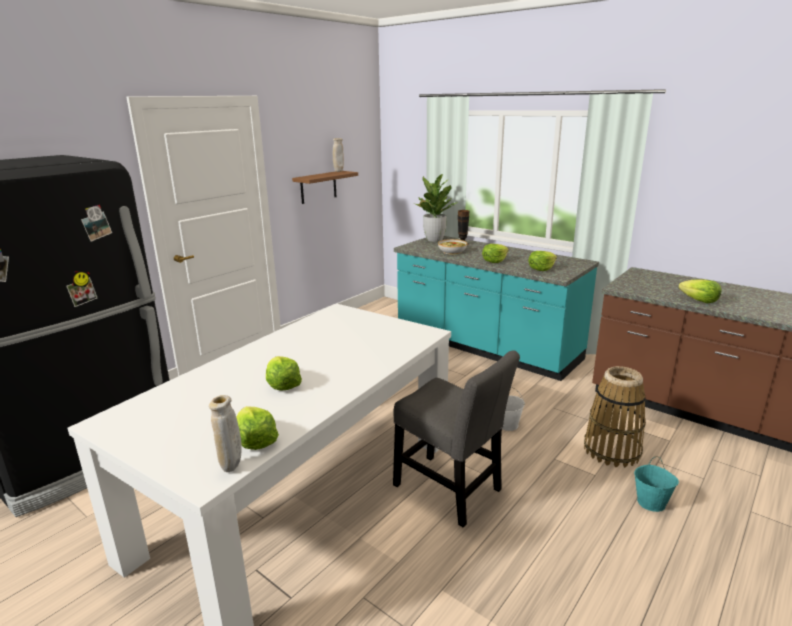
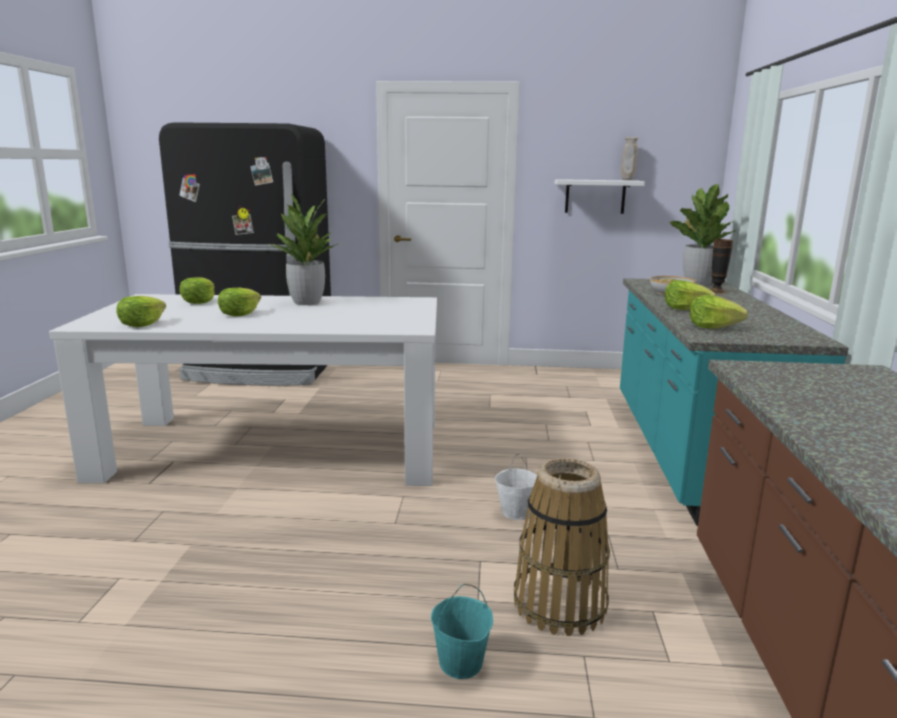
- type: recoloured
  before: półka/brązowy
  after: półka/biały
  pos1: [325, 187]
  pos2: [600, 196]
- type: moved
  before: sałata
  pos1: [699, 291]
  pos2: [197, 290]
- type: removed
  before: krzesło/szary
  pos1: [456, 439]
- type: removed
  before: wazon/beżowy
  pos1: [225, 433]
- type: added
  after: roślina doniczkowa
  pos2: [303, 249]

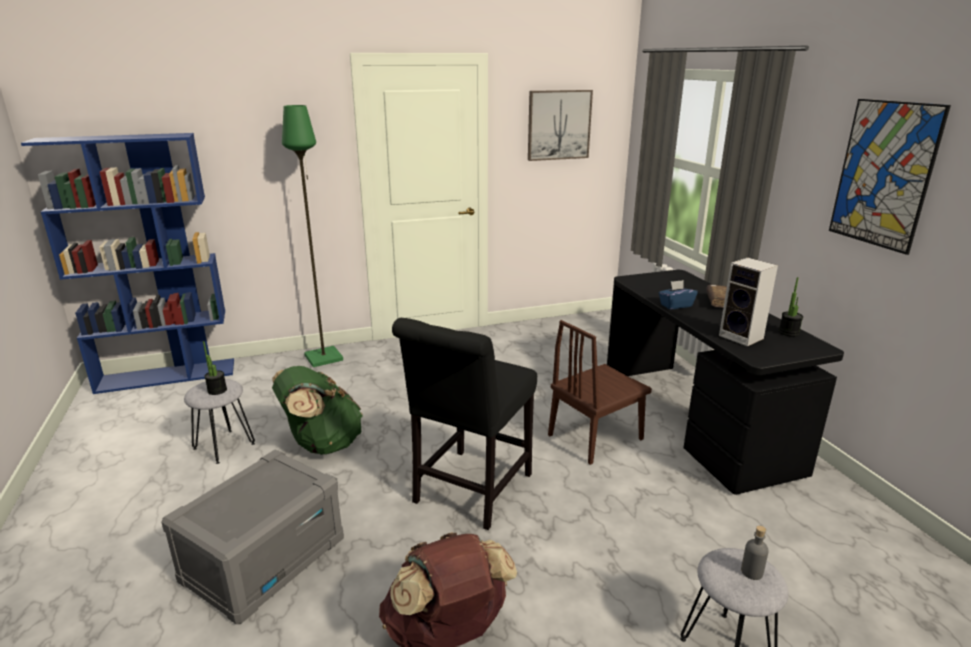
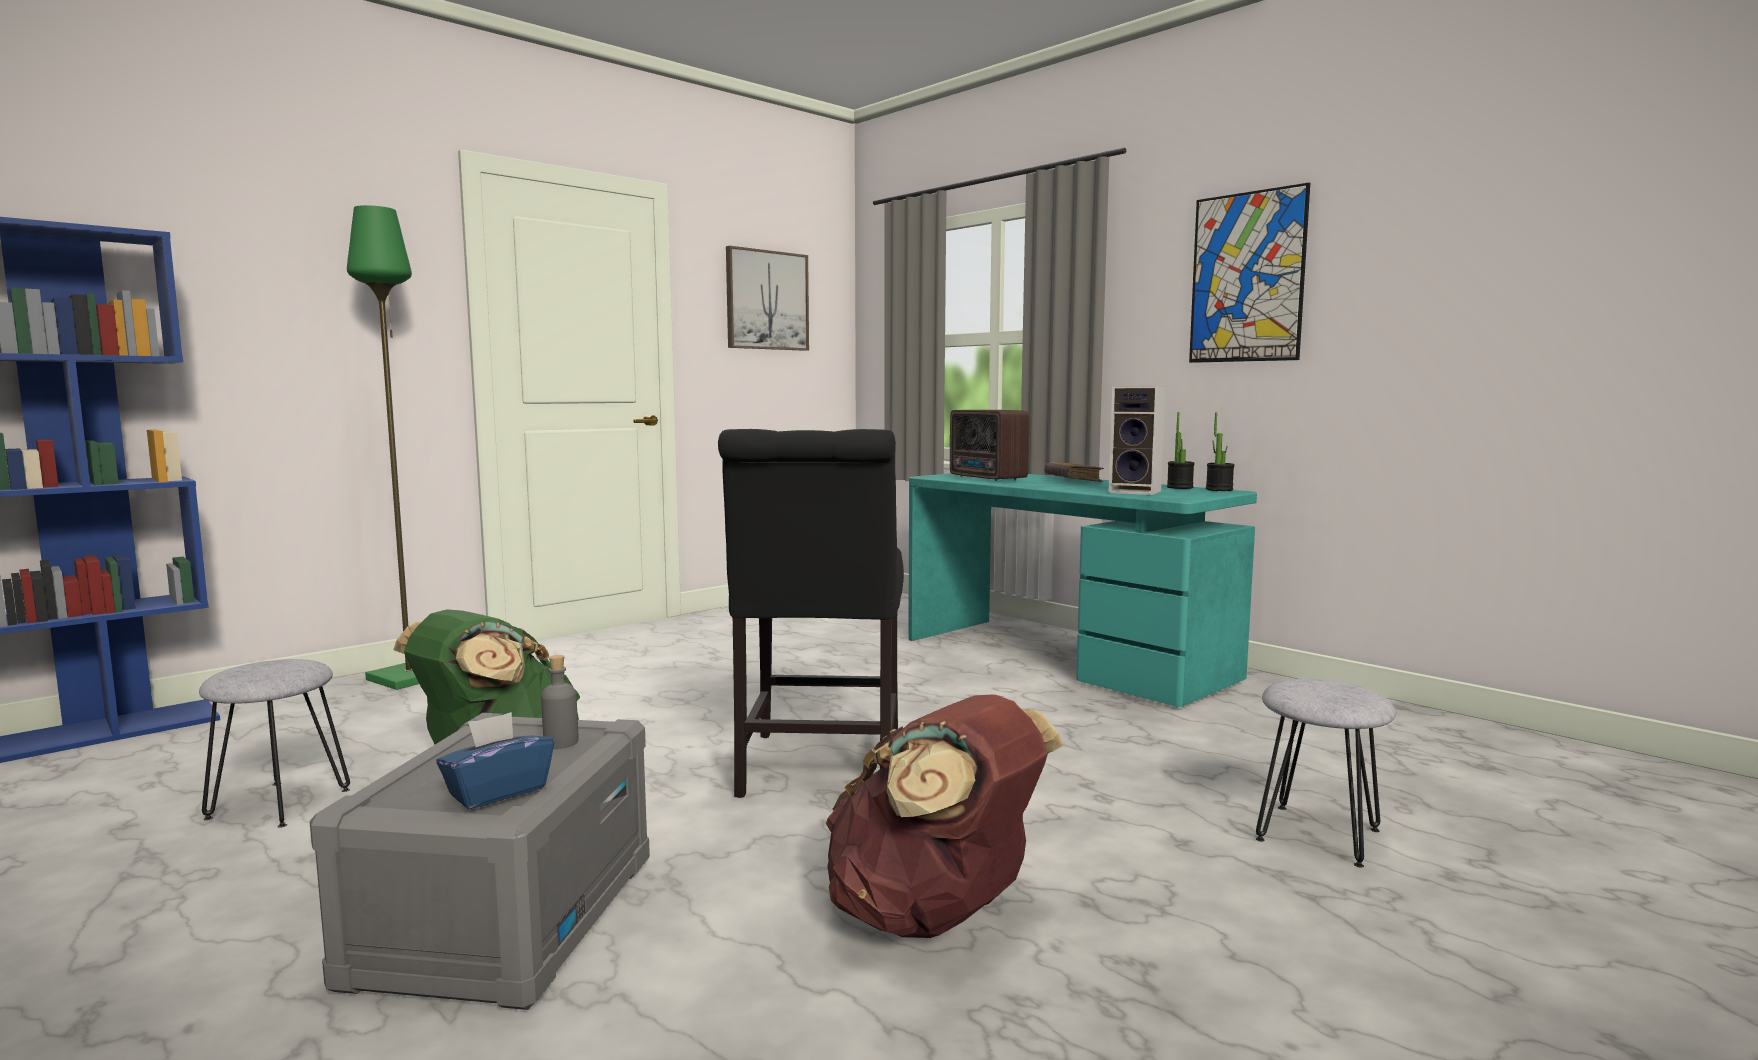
- type: recoloured
  before: biurko/czarny
  after: biurko/turkusowy
  pos1: [725, 382]
  pos2: [1082, 590]
- type: moved
  before: pudełko chusteczek/niebieski
  pos1: [678, 295]
  pos2: [495, 760]
- type: removed
  before: krzesło/brązowy
  pos1: [600, 392]
- type: moved
  before: roślina doniczkowa
  pos1: [215, 368]
  pos2: [1220, 452]
- type: moved
  before: butelka/szary
  pos1: [755, 553]
  pos2: [559, 702]
- type: added
  after: radio
  pos2: [990, 445]

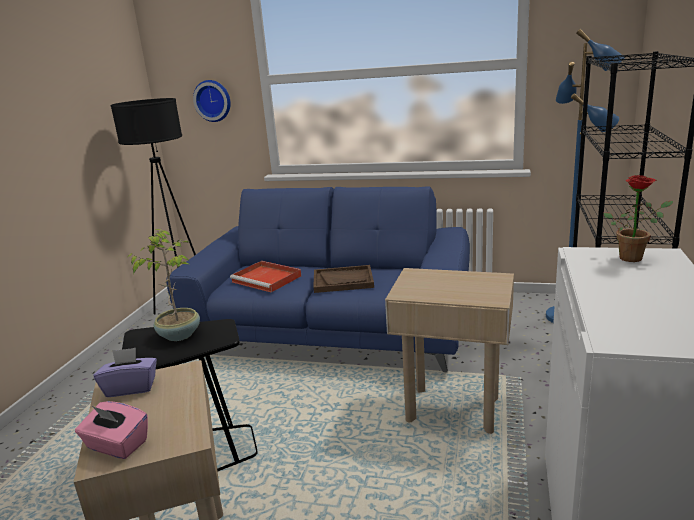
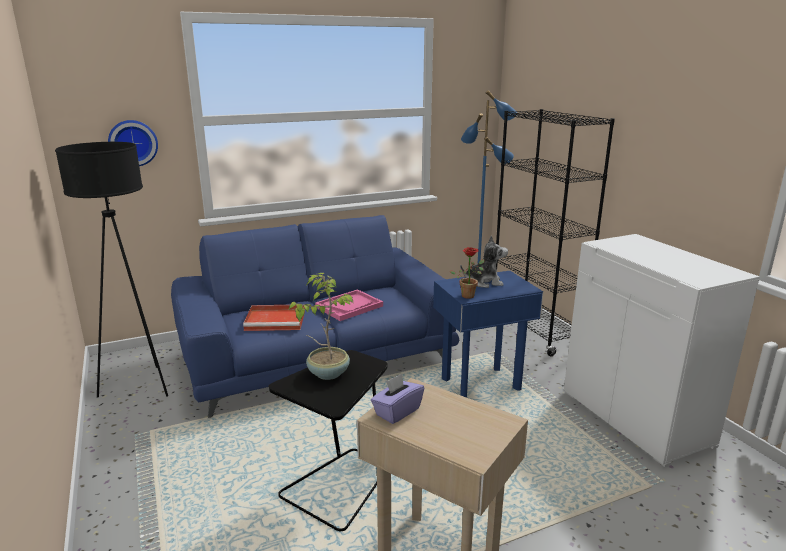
- type: moved
  before: roślina doniczkowa
  pos1: [638, 218]
  pos2: [467, 273]
- type: recoloured
  before: taca/brązowy
  after: taca/różowy
  pos1: [343, 279]
  pos2: [349, 305]
- type: recoloured
  before: stolik/beżowy
  after: stolik/niebieski
  pos1: [449, 351]
  pos2: [488, 334]
- type: removed
  before: pudełko chusteczek/różowy
  pos1: [111, 430]
- type: added
  after: pluszak
  pos2: [484, 261]

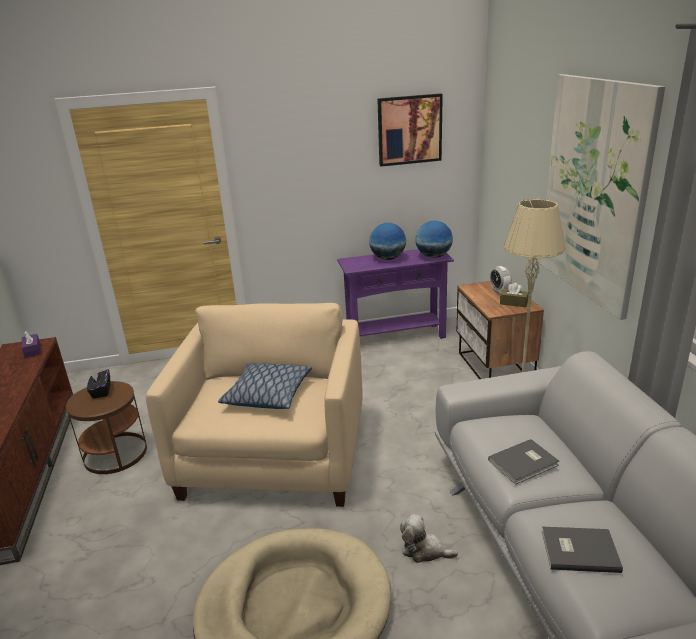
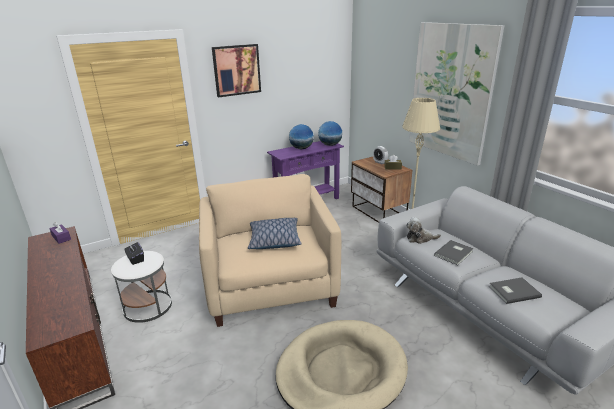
- type: moved
  before: obraz
  pos1: [410, 130]
  pos2: [236, 71]
- type: recoloured
  before: stolik/brązowy
  after: stolik/biały
  pos1: [106, 427]
  pos2: [141, 287]
- type: moved
  before: pluszak
  pos1: [429, 538]
  pos2: [423, 230]

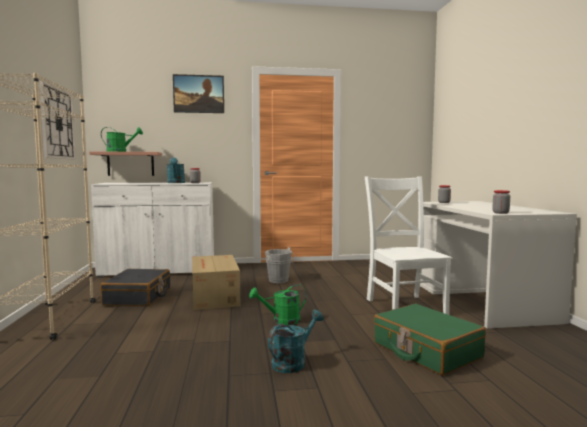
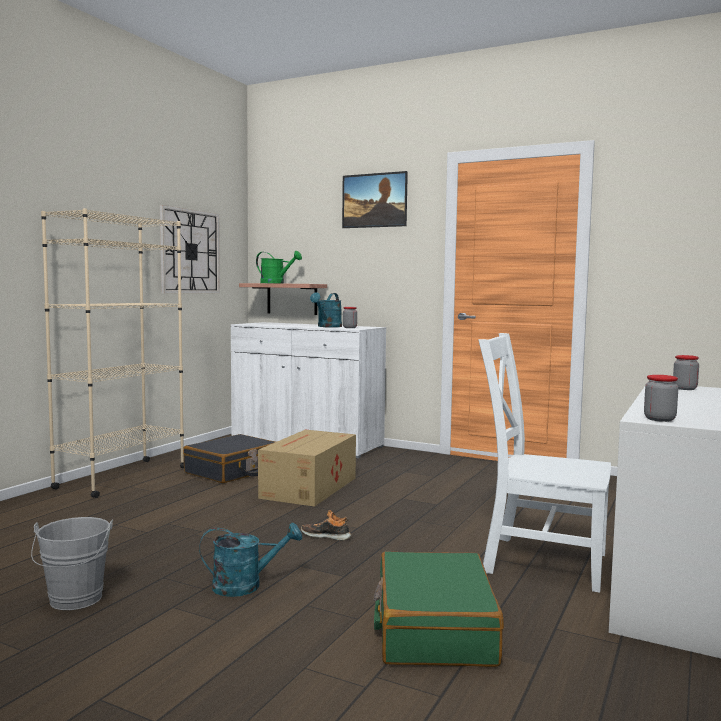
- type: turned
  before: krzesło/biały
  pos1: [409, 245]
  pos2: [544, 463]
  turn: -90
- type: moved
  before: wiadro/szary
  pos1: [280, 265]
  pos2: [72, 563]
- type: replaced
  before: konewka/zielony
  after: but
  pos1: [278, 304]
  pos2: [326, 525]

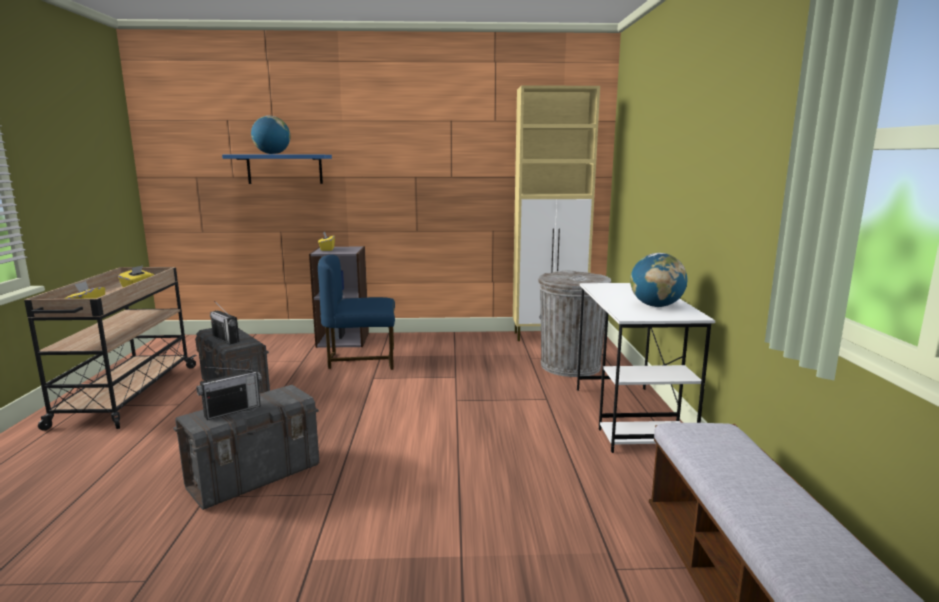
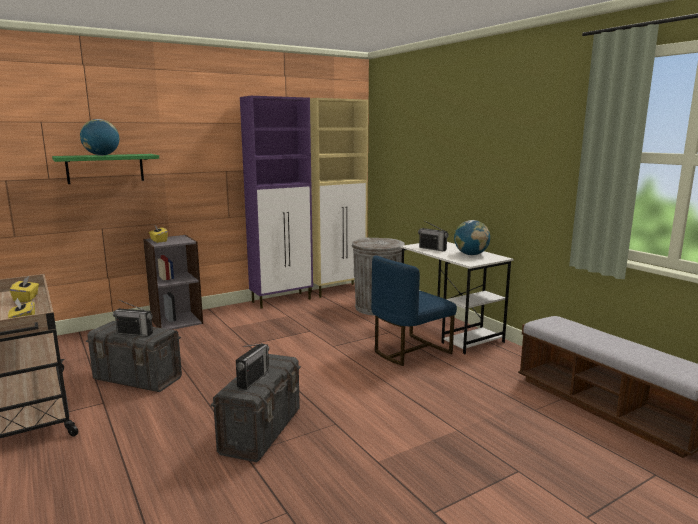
- type: recoloured
  before: półka/niebieski
  after: półka/zielony
  pos1: [277, 169]
  pos2: [105, 169]
- type: moved
  before: krzesło/niebieski
  pos1: [356, 312]
  pos2: [414, 310]
- type: added
  after: szafka/fioletowy
  pos2: [276, 202]
- type: added
  after: radio
  pos2: [433, 236]

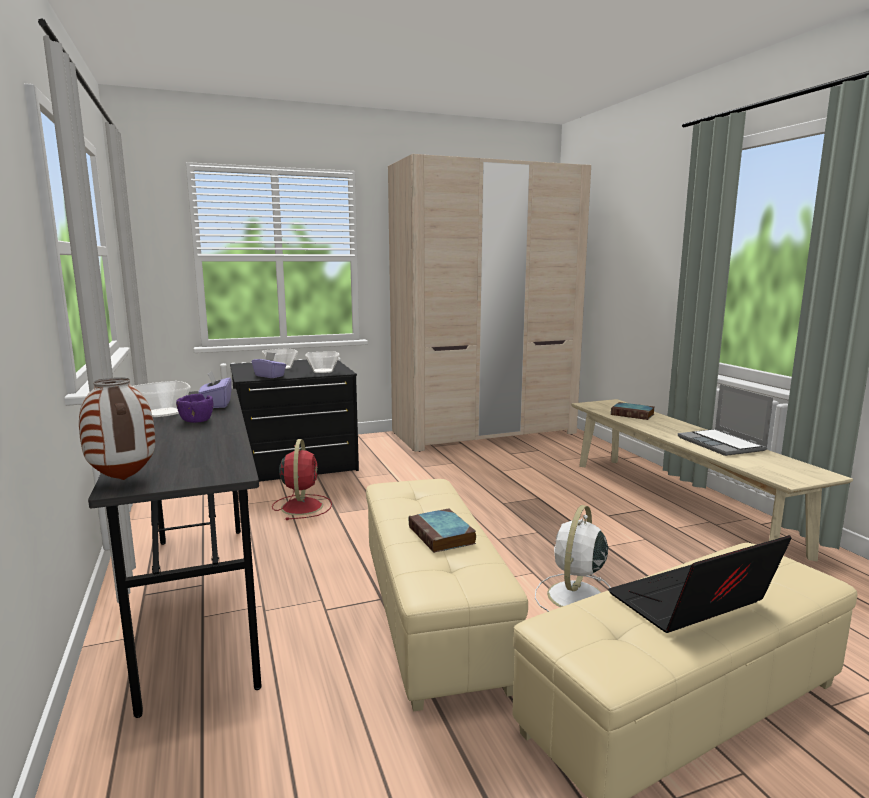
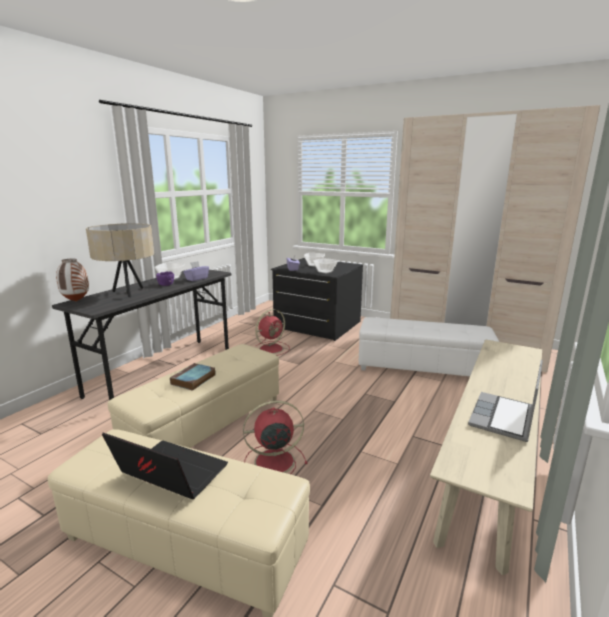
- type: removed
  before: książka
  pos1: [632, 411]
- type: recoloured
  before: wentylator/biały
  after: wentylator/czerwony
  pos1: [573, 558]
  pos2: [275, 437]
- type: added
  after: lampa stołowa/beżowy
  pos2: [120, 260]
- type: added
  after: pufa/biały
  pos2: [429, 347]

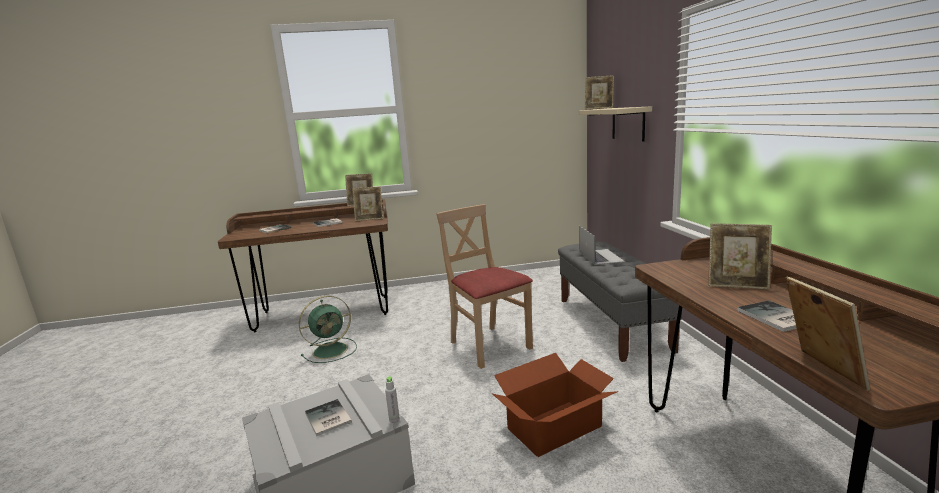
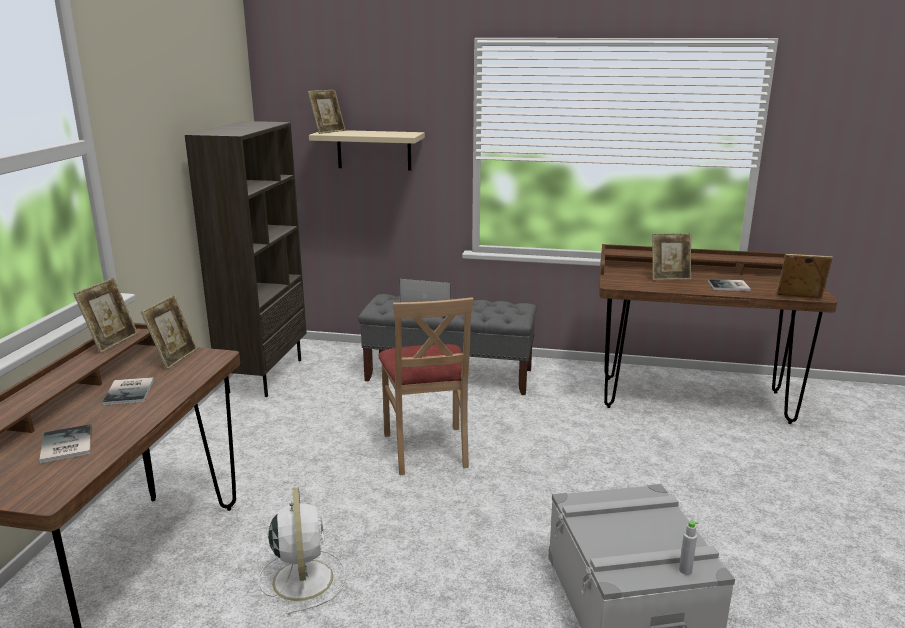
- type: turned
  before: krzesło/beżowy
  pos1: [484, 286]
  pos2: [426, 386]
  turn: -90
- type: turned
  before: ramka na zdjęcie
  pos1: [740, 256]
  pos2: [671, 256]
  turn: 45
- type: recoloured
  before: wentylator/zielony
  after: wentylator/biały
  pos1: [328, 329]
  pos2: [302, 551]
- type: removed
  before: karton
  pos1: [555, 405]
- type: moved
  before: butelka/szary
  pos1: [392, 399]
  pos2: [688, 548]
- type: removed
  before: książka
  pos1: [328, 417]
- type: added
  after: regał/brązowy
  pos2: [246, 259]

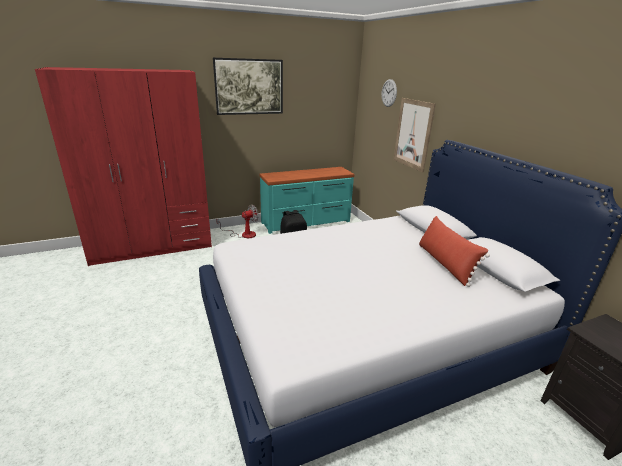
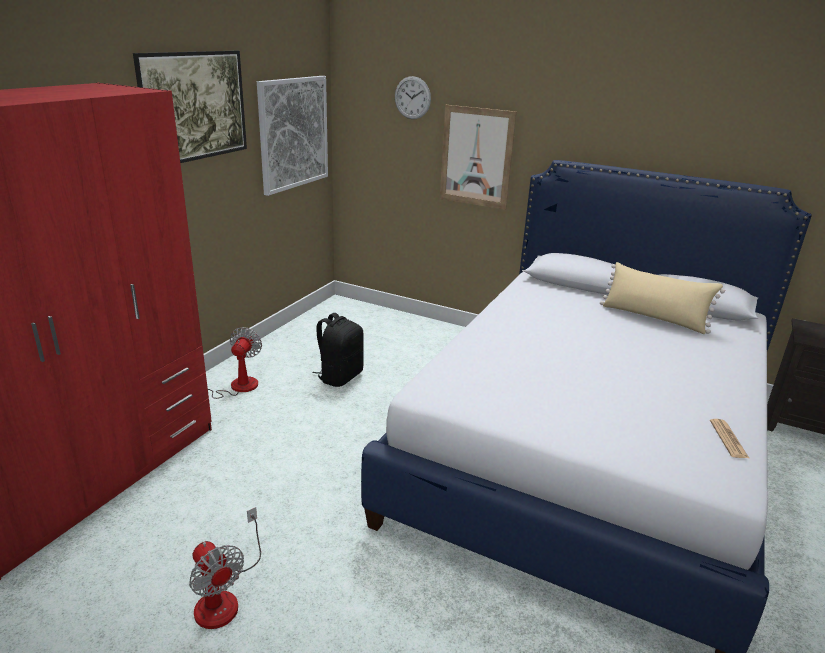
- type: removed
  before: komoda/turkusowy
  pos1: [306, 200]
- type: recoloured
  before: poduszka/czerwony
  after: poduszka/beżowy
  pos1: [454, 251]
  pos2: [662, 298]
- type: added
  after: obraz
  pos2: [292, 136]
- type: added
  after: gazeta
  pos2: [729, 438]
- type: added
  after: wentylator
  pos2: [225, 568]

